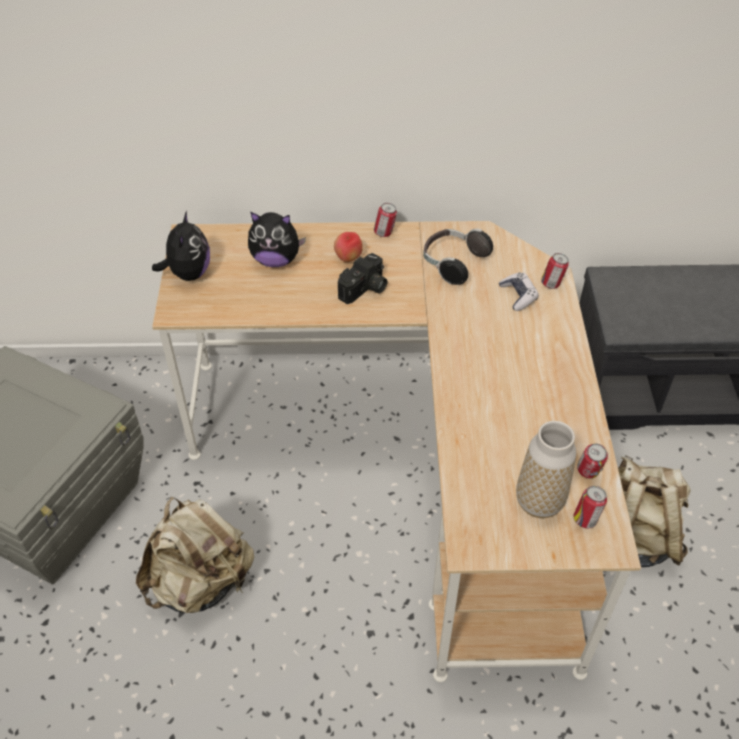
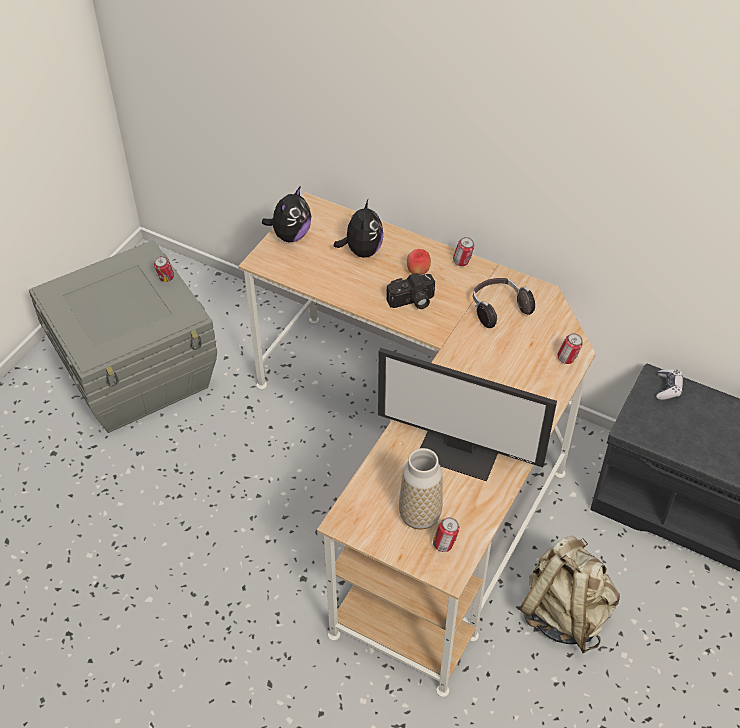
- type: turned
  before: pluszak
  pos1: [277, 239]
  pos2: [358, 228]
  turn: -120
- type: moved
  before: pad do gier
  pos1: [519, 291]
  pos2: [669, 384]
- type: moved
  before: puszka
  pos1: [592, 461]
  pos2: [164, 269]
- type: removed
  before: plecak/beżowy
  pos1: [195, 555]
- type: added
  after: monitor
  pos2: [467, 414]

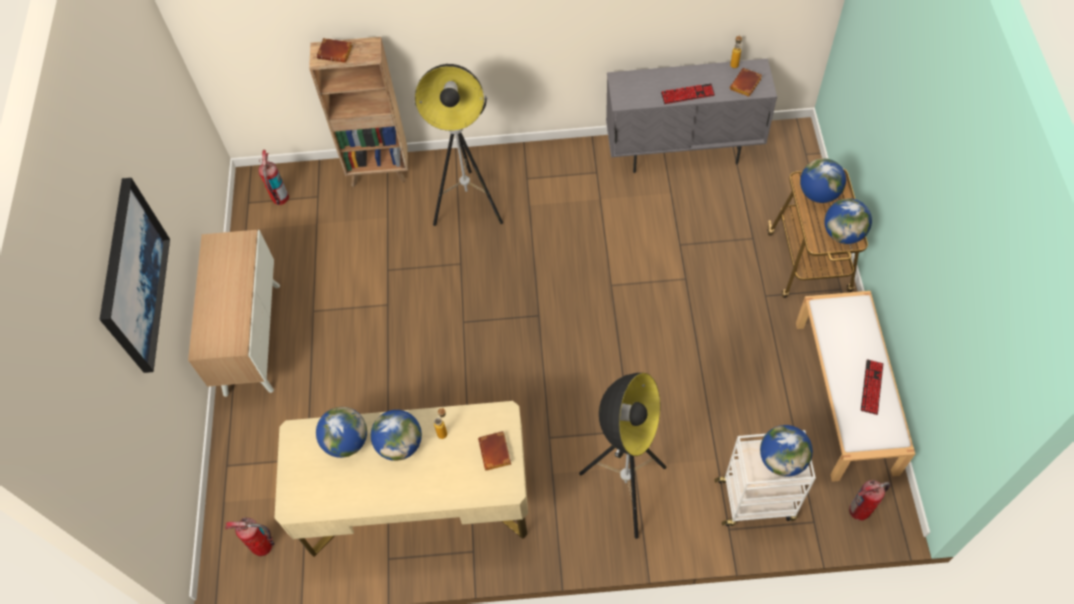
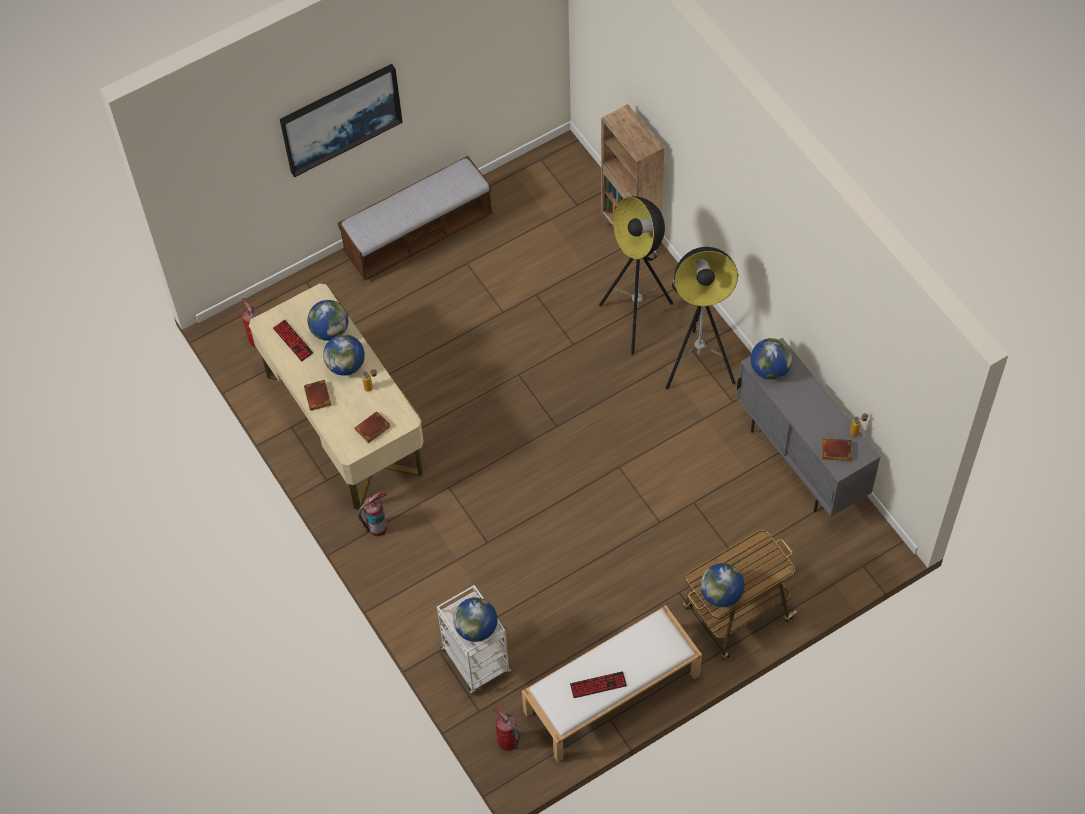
- type: moved
  before: książka/brązowy
  pos1: [335, 50]
  pos2: [317, 395]
- type: moved
  before: klawiatura
  pos1: [688, 93]
  pos2: [293, 340]
- type: moved
  before: gaśnica
  pos1: [274, 177]
  pos2: [372, 513]
- type: moved
  before: globus
  pos1: [823, 180]
  pos2: [771, 359]
- type: replaced
  before: szafka
  after: ławka
  pos1: [234, 313]
  pos2: [415, 218]
- type: moved
  before: lampa stojąca
  pos1: [622, 456]
  pos2: [702, 318]

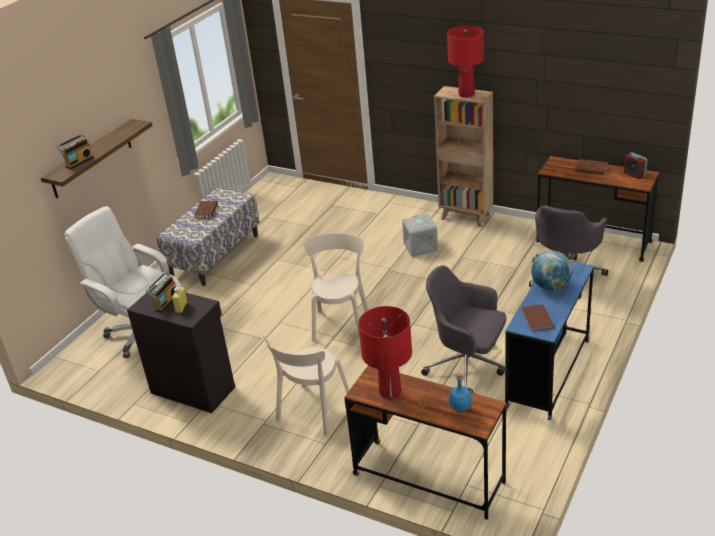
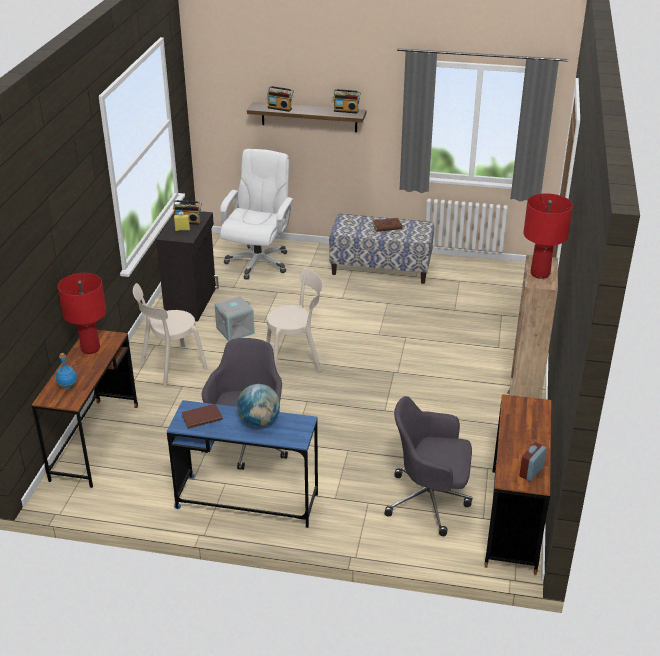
- type: removed
  before: książka/brązowy
  pos1: [593, 167]
- type: moved
  before: pojemnik do przechowywania/szary
  pos1: [420, 235]
  pos2: [235, 319]
- type: turned
  before: krzesło/beżowy
  pos1: [305, 386]
  pos2: [170, 334]
  turn: -45
- type: added
  after: radio
  pos2: [347, 101]

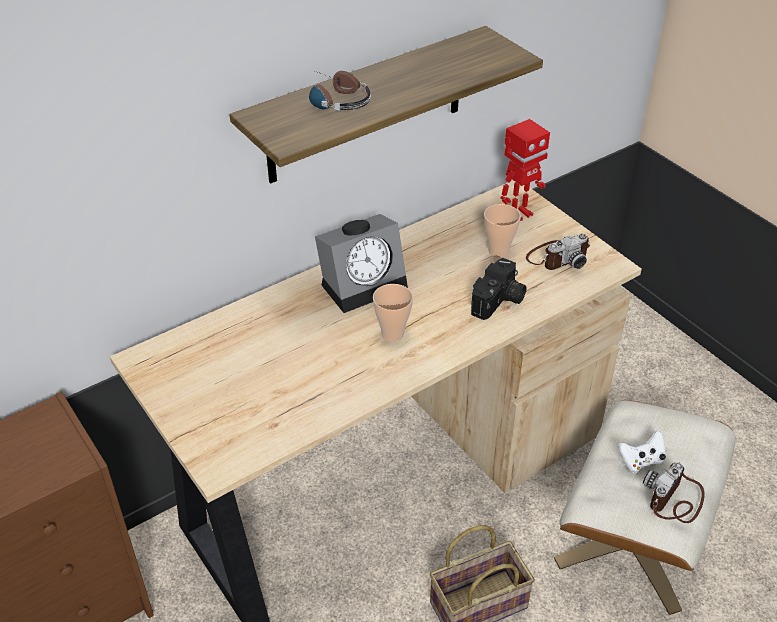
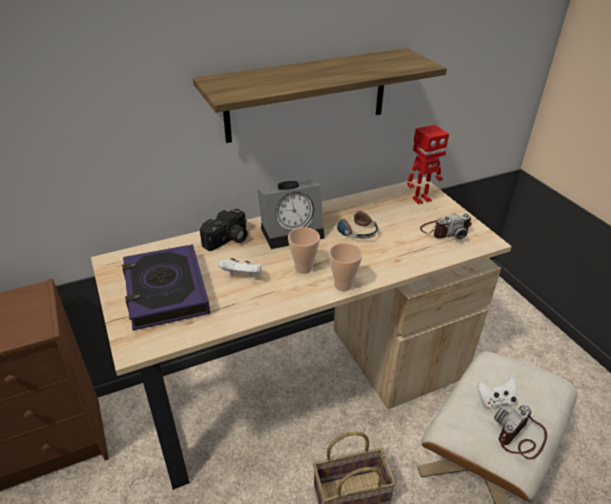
- type: moved
  before: słuchawki
  pos1: [340, 91]
  pos2: [357, 225]
- type: moved
  before: filiżanka
  pos1: [502, 231]
  pos2: [345, 267]
- type: moved
  before: aparat fotograficzny
  pos1: [499, 289]
  pos2: [224, 230]
- type: added
  after: książka
  pos2: [166, 287]
- type: added
  after: pad do gier/biały
  pos2: [240, 267]

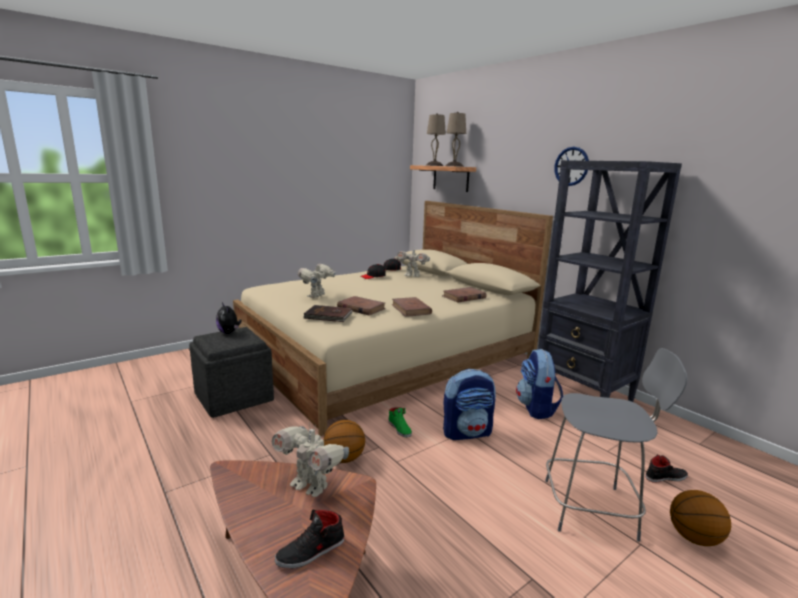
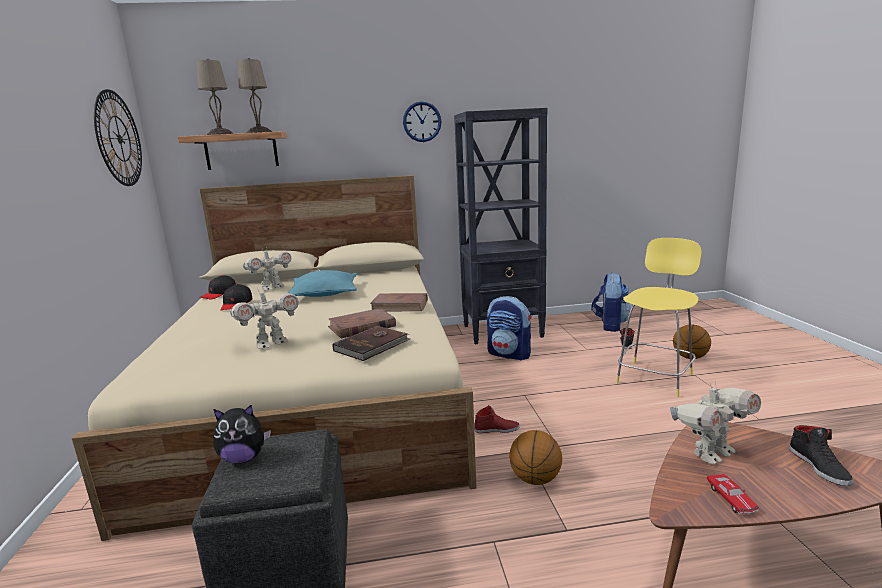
- type: turned
  before: robot zabawkowy
  pos1: [317, 280]
  pos2: [264, 318]
  turn: -90
- type: removed
  before: książka/brązowy
  pos1: [464, 294]
- type: recoloured
  before: stołek/szary
  after: stołek/żółty
  pos1: [616, 445]
  pos2: [659, 318]
- type: moved
  before: plecak
  pos1: [469, 404]
  pos2: [611, 302]
- type: recoloured
  before: but/zielony
  after: but/czerwony
  pos1: [400, 422]
  pos2: [497, 419]
- type: added
  after: zegar ścienny
  pos2: [118, 137]
- type: added
  after: poduszka/turkusowy
  pos2: [321, 283]
- type: added
  after: samochodzik/czerwony
  pos2: [733, 493]

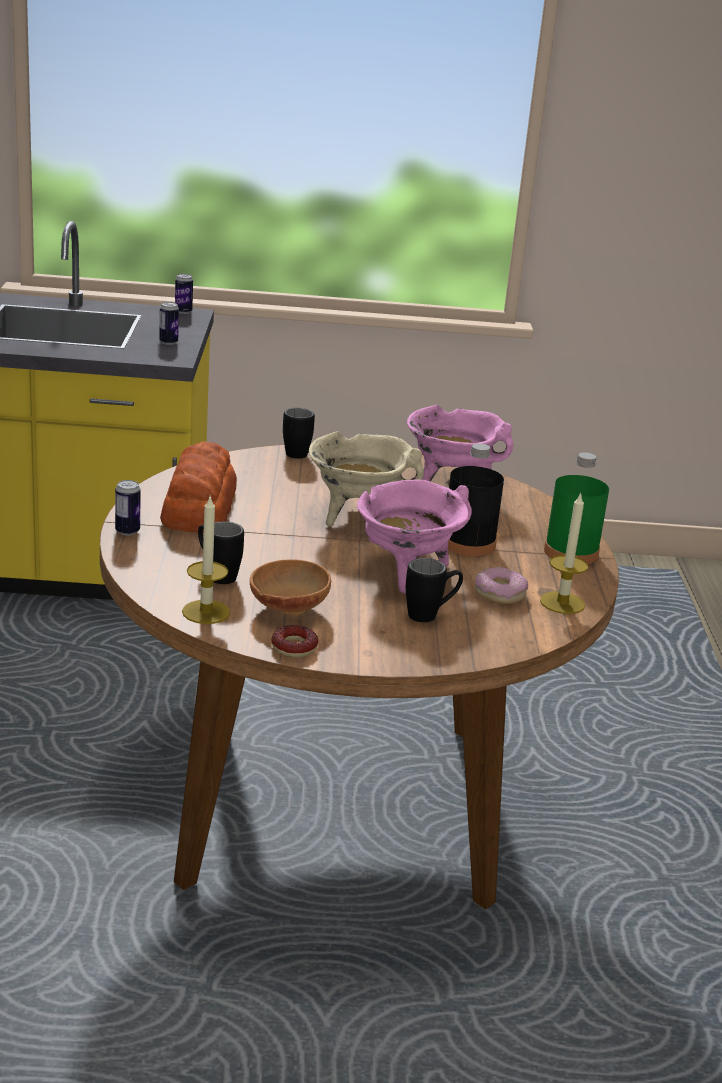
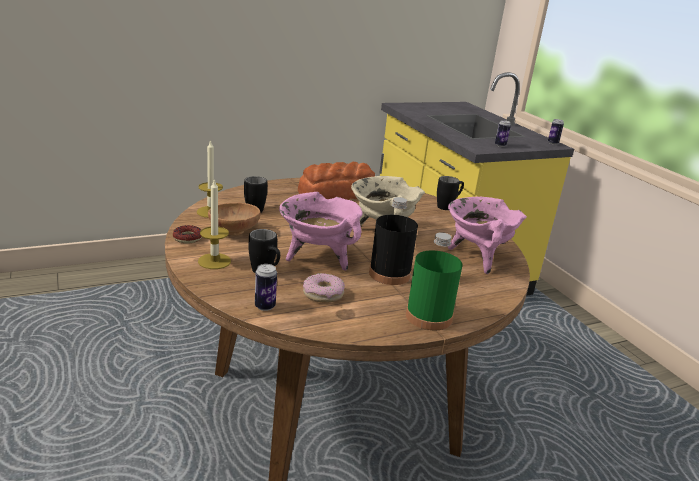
- type: moved
  before: puszka
  pos1: [128, 507]
  pos2: [266, 287]
- type: moved
  before: świeca
  pos1: [564, 553]
  pos2: [214, 223]

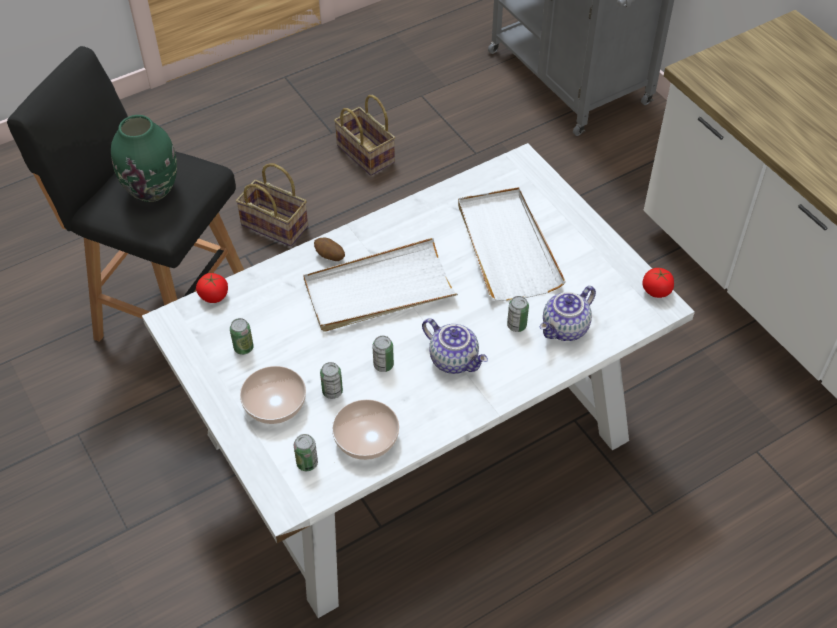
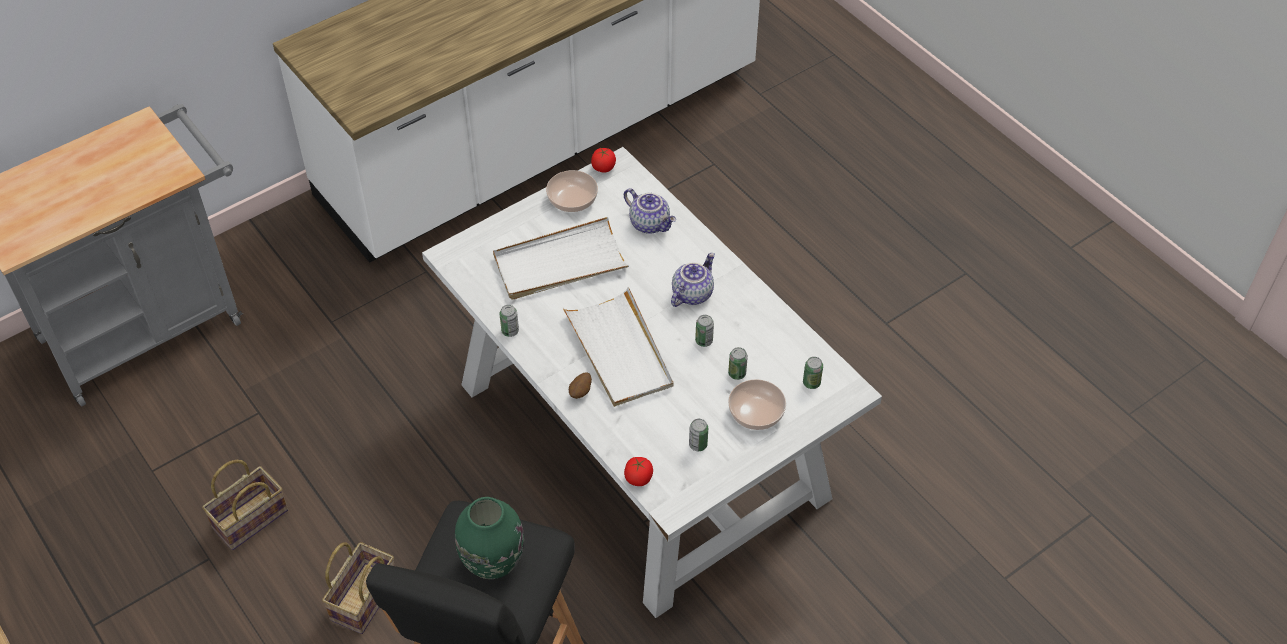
- type: moved
  before: puszka
  pos1: [518, 314]
  pos2: [509, 321]
- type: moved
  before: miska
  pos1: [365, 429]
  pos2: [572, 191]

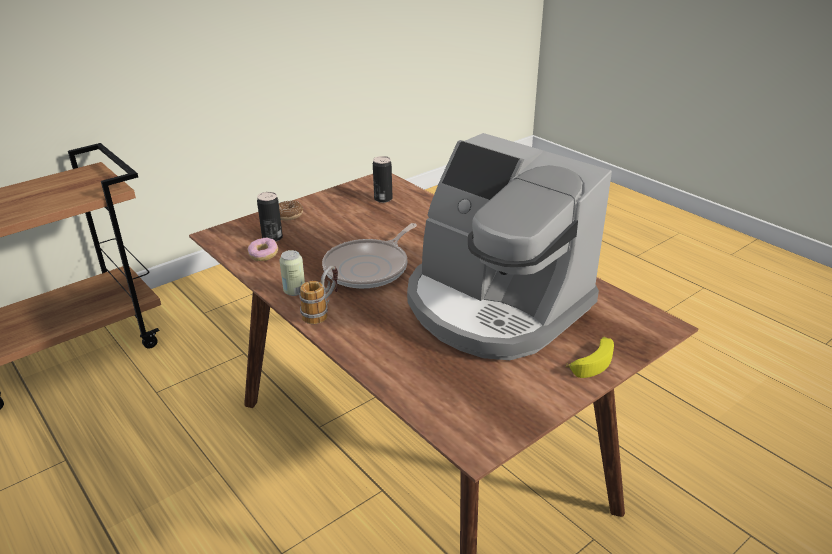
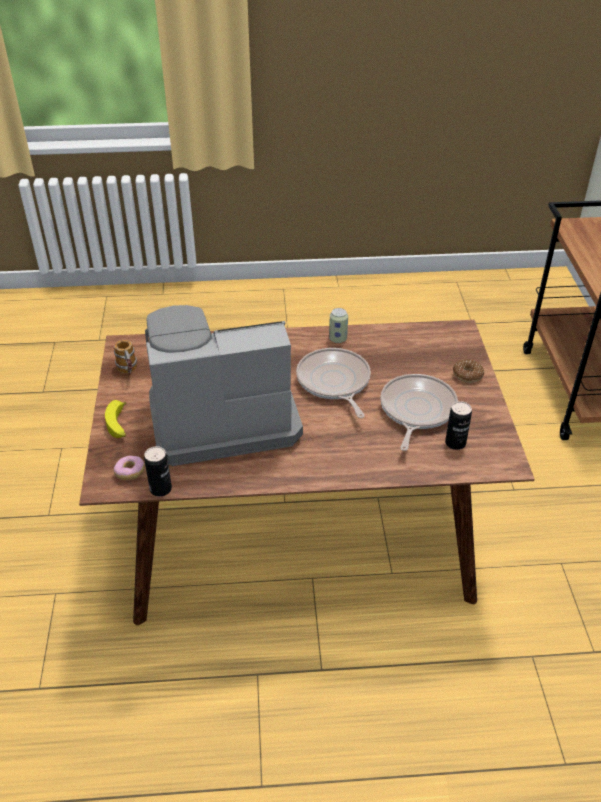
- type: moved
  before: puszka
  pos1: [270, 217]
  pos2: [158, 471]
- type: moved
  before: donut
  pos1: [263, 249]
  pos2: [129, 468]
- type: moved
  before: kubek
  pos1: [318, 295]
  pos2: [125, 357]
- type: added
  after: patelnia
  pos2: [419, 412]

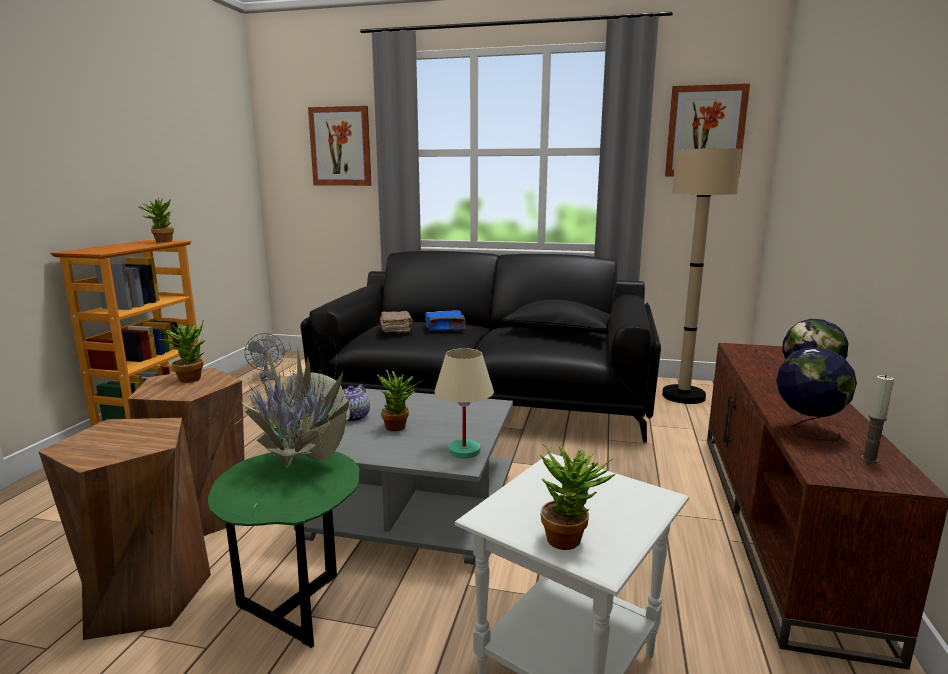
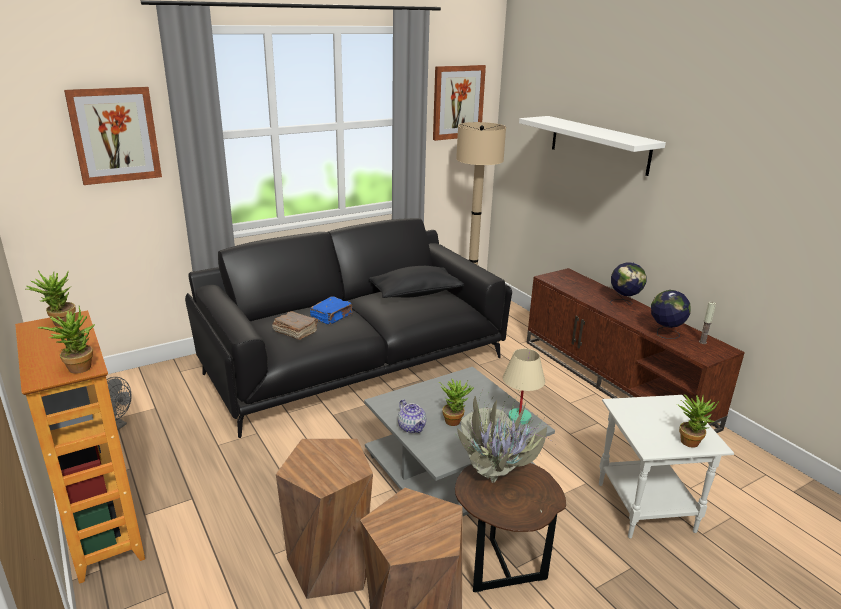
- type: moved
  before: roślina doniczkowa
  pos1: [182, 351]
  pos2: [66, 340]
- type: recoloured
  before: stolik/zielony
  after: stolik/brązowy
  pos1: [284, 549]
  pos2: [510, 527]
- type: added
  after: półka/biały
  pos2: [592, 146]

